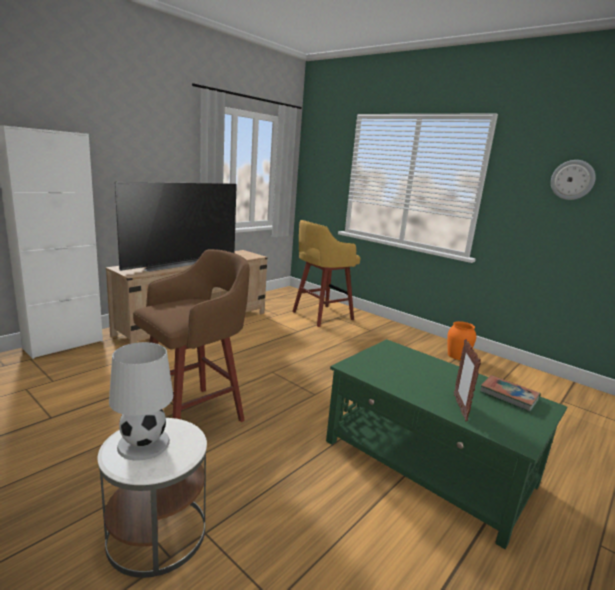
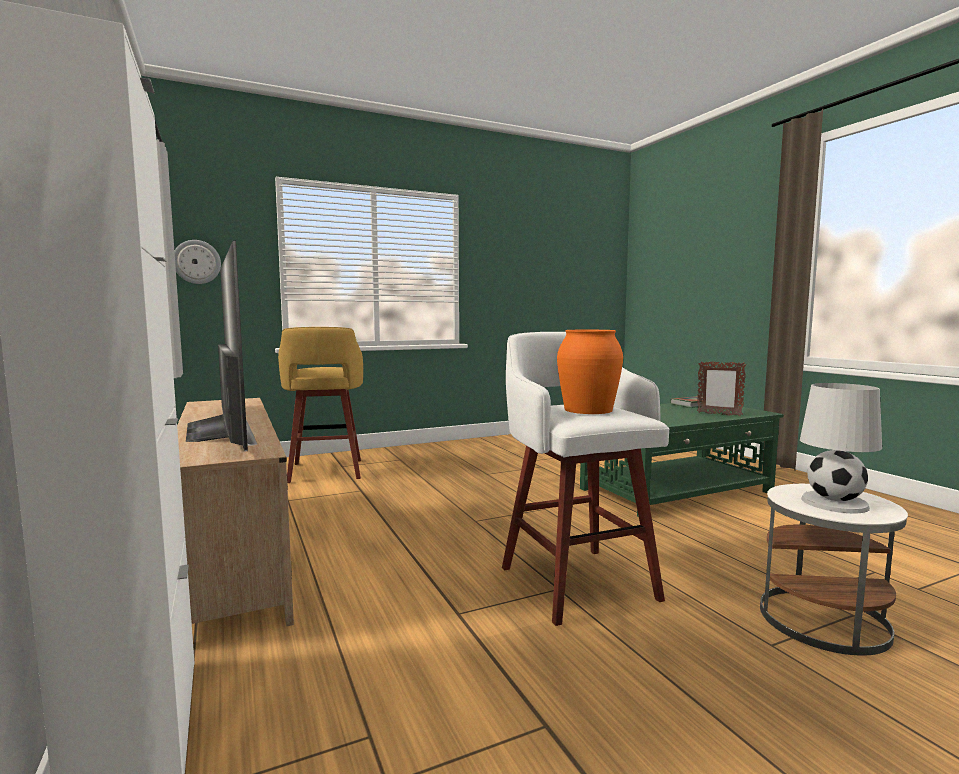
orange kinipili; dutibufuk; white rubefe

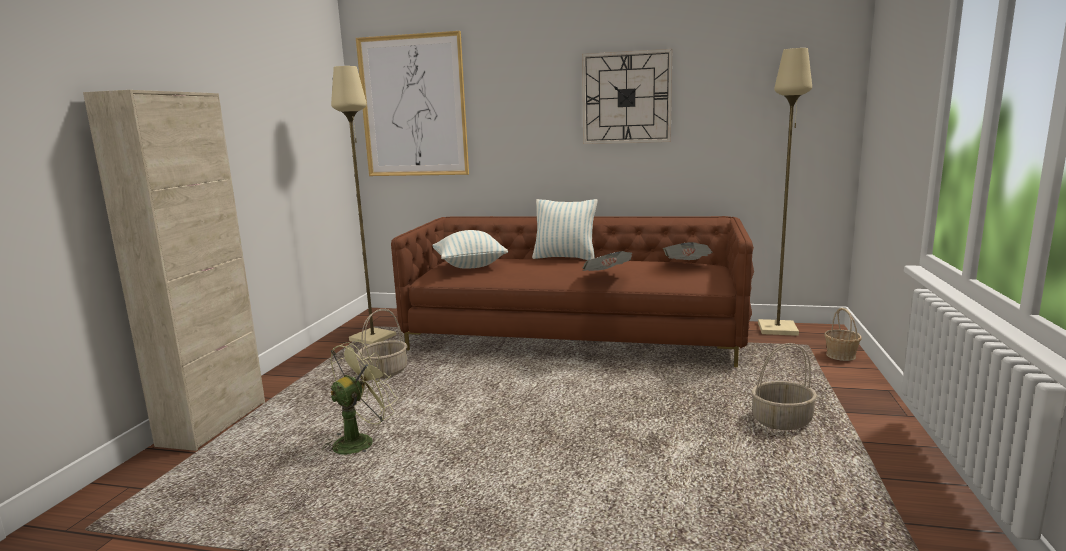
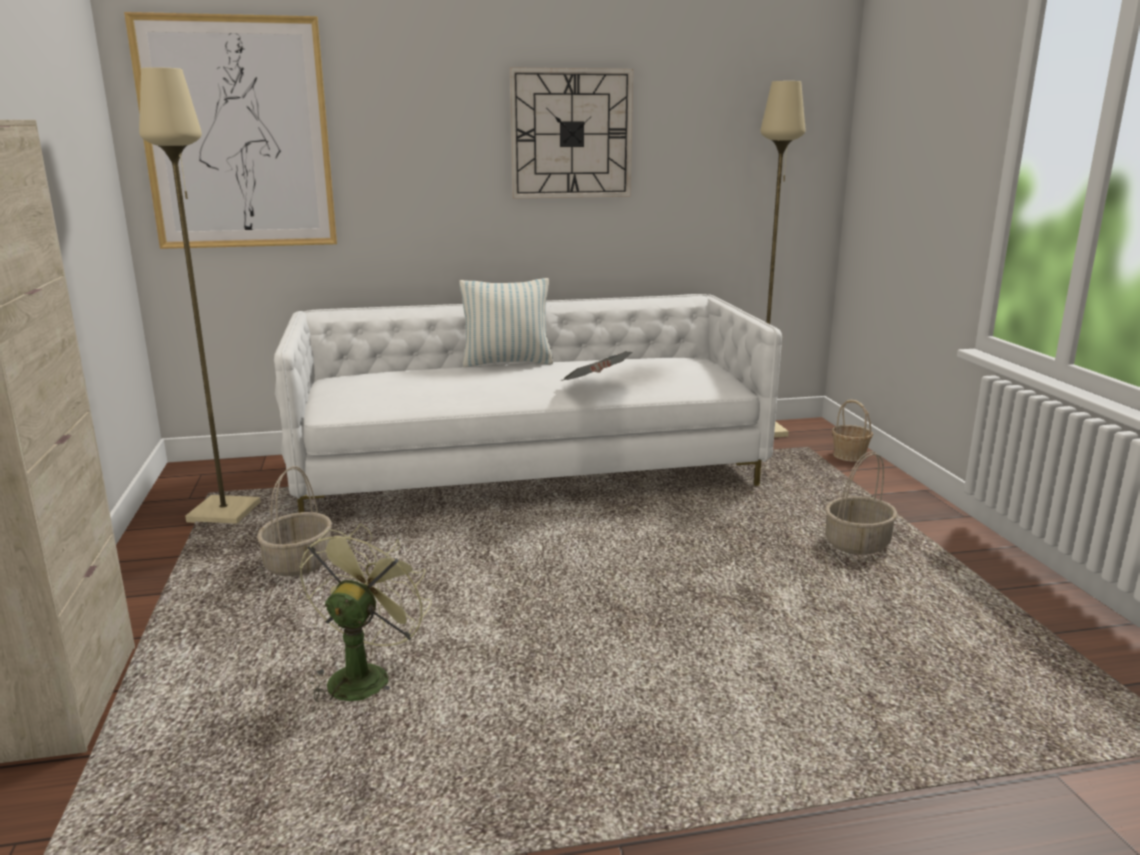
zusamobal (no. 1 from left in the first image); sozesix (no. 2 from left in the first image); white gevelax

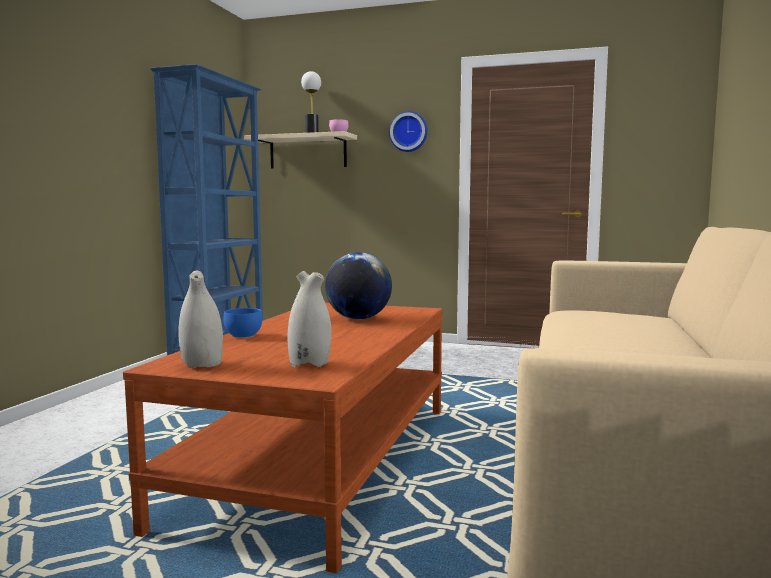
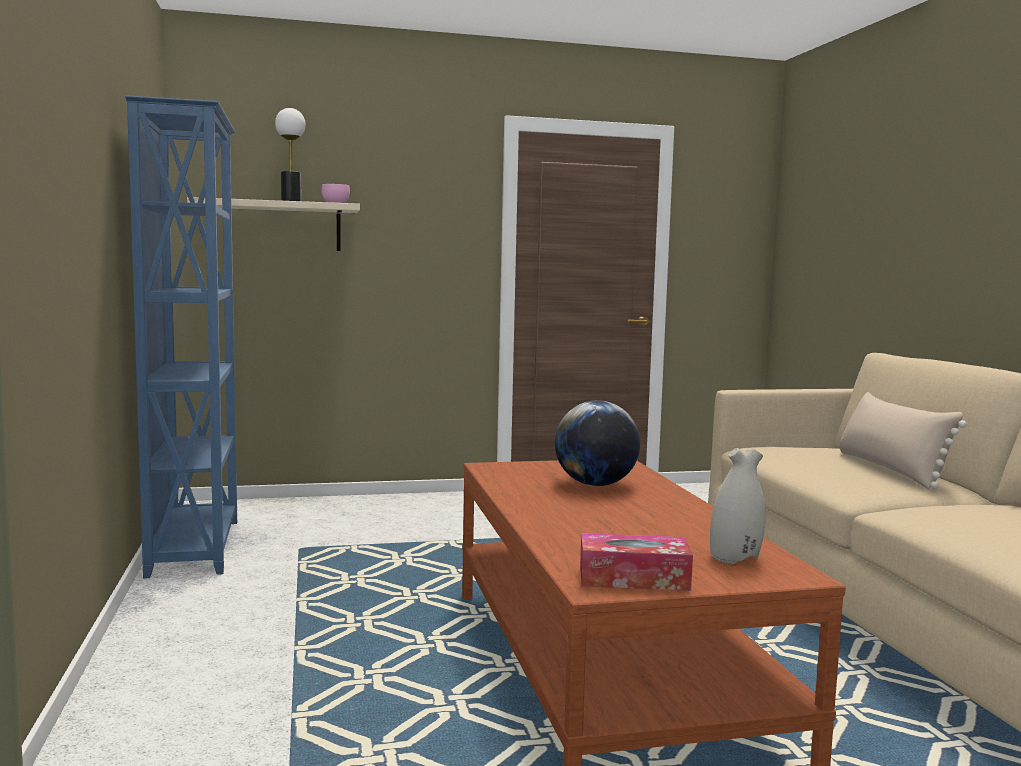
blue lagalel; dutibufuk; beige zusamobal; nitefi

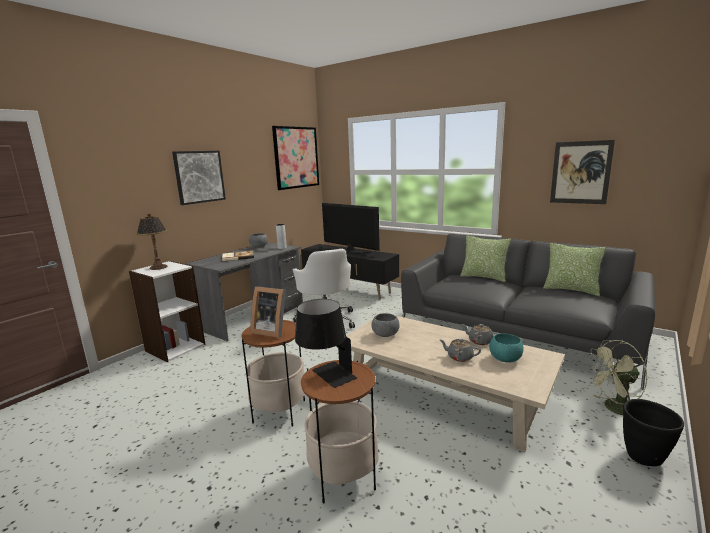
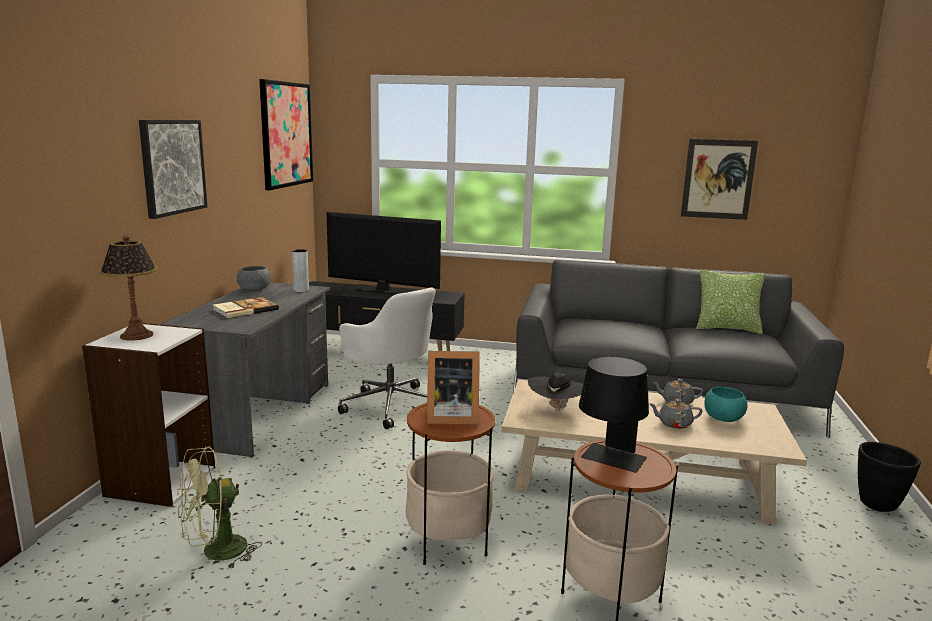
zusamobal (no. 1 from left in the first image); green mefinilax; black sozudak

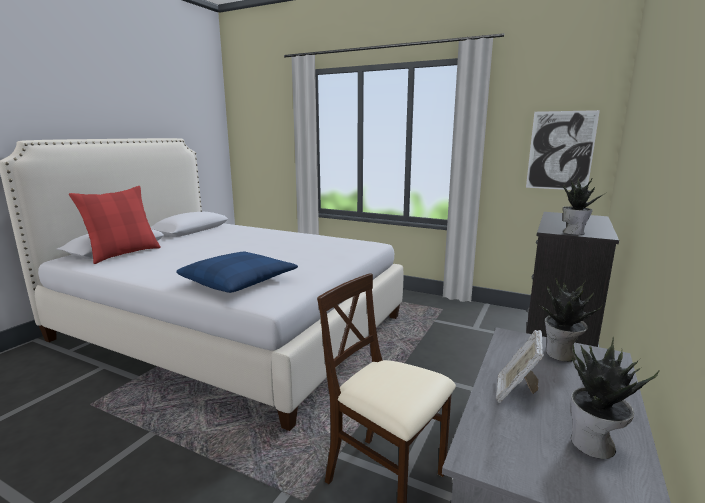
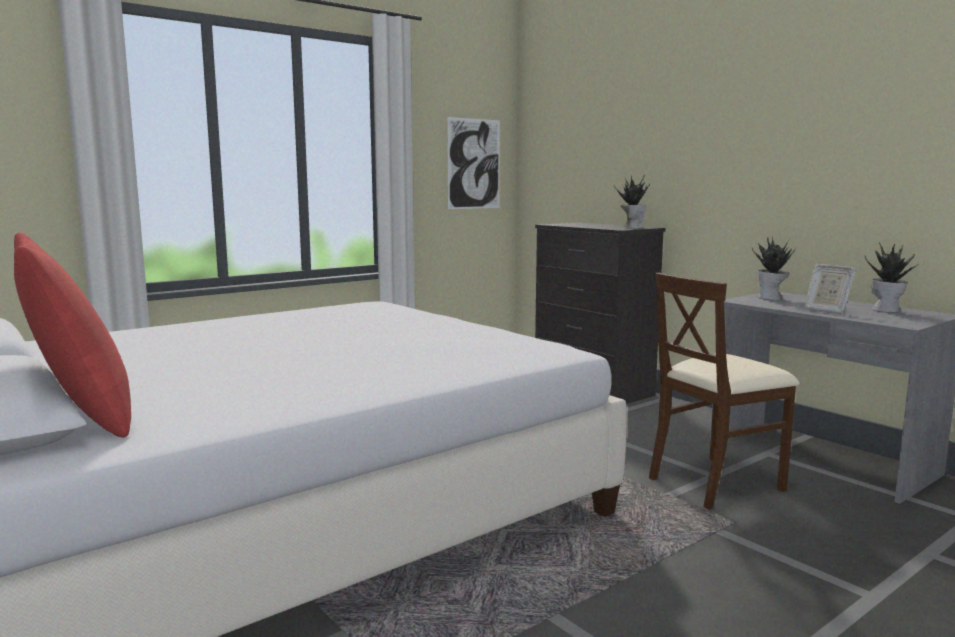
blue zusamobal

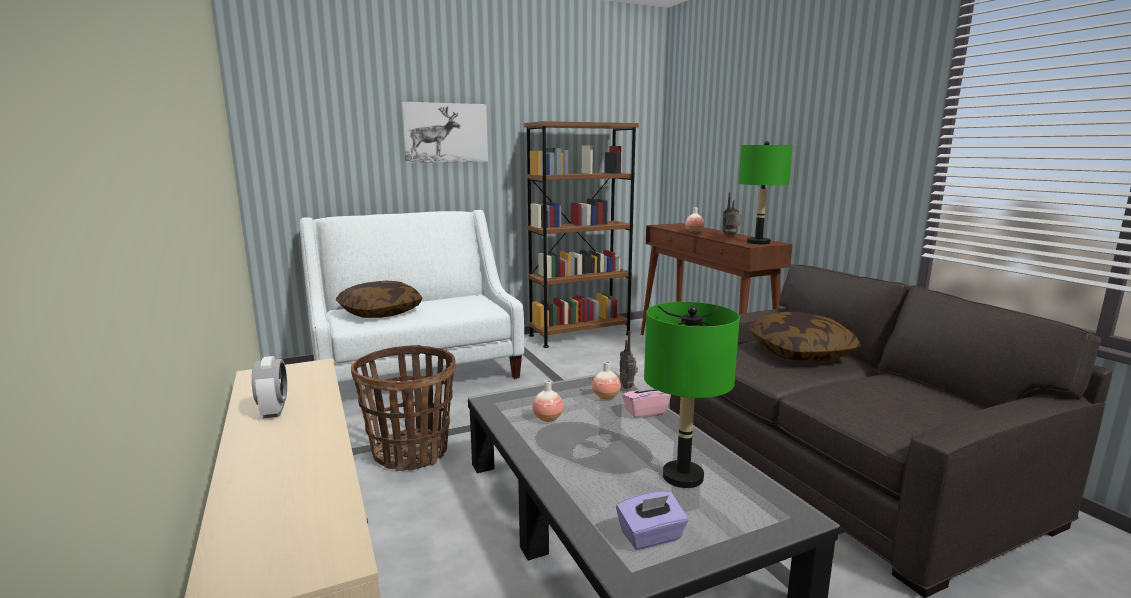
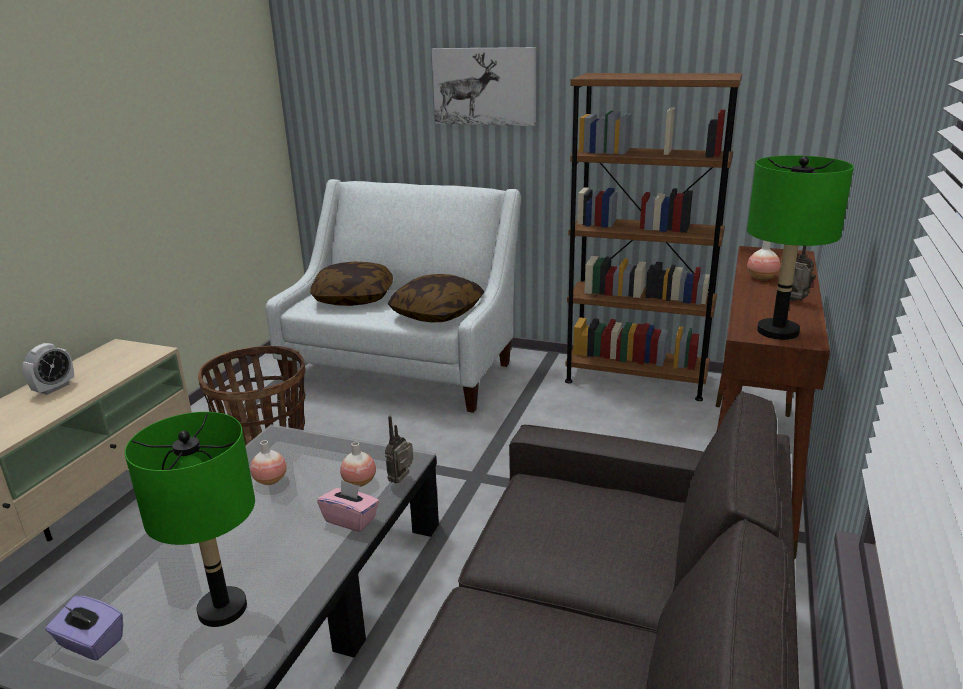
zusamobal (no. 2 from left)

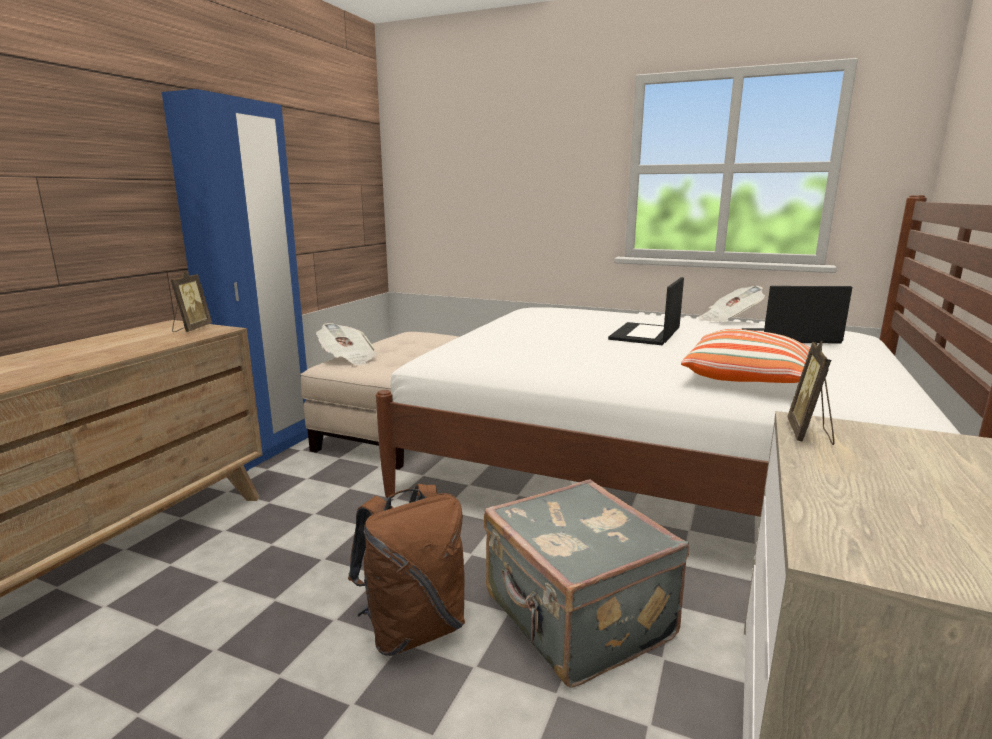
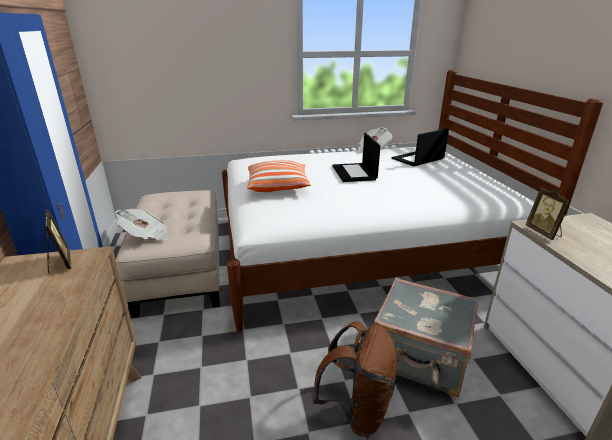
zusamobal

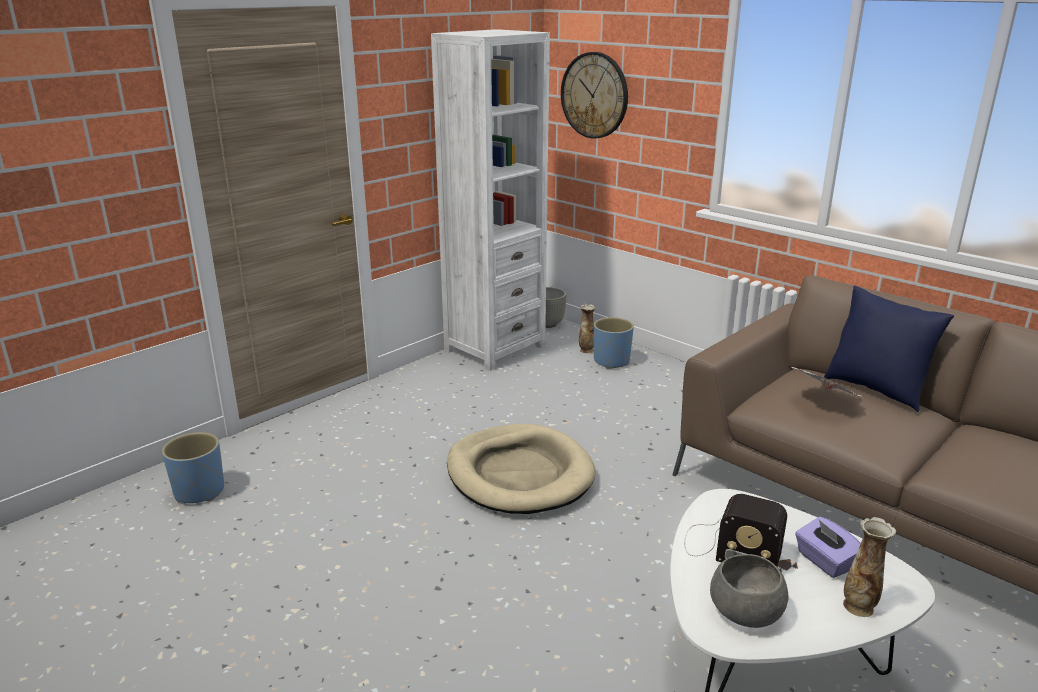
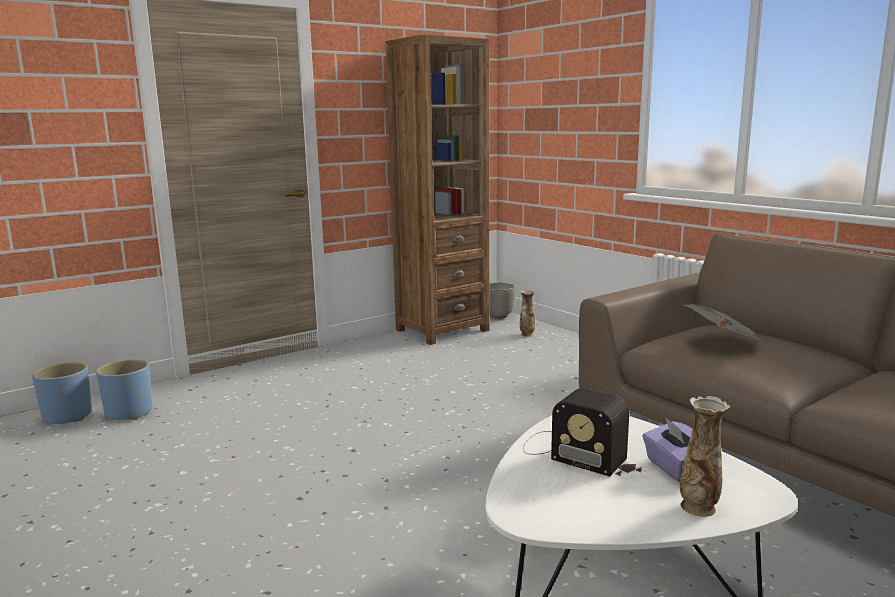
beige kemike; dutibufuk; grey lagalel; blue zusamobal; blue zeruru (no. 1 from left); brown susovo

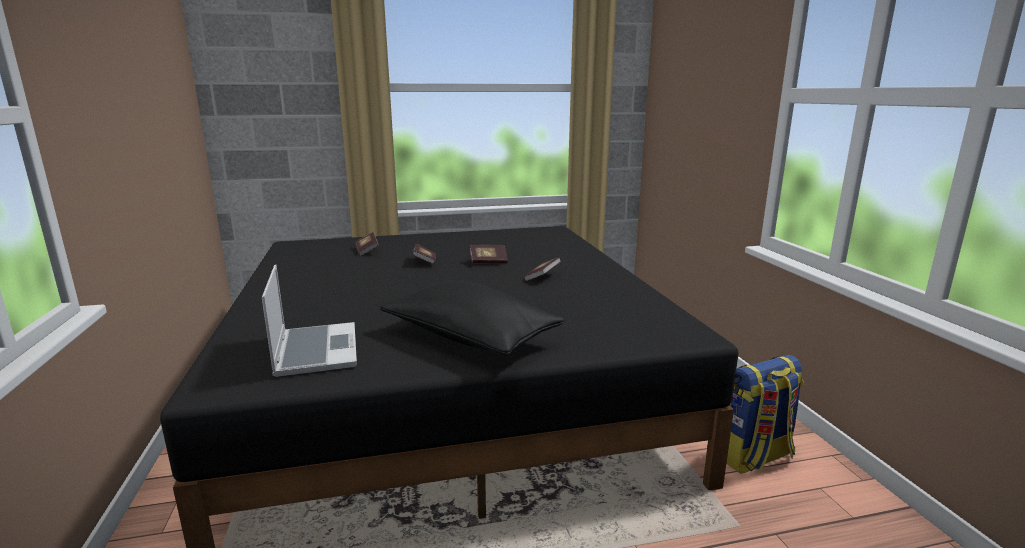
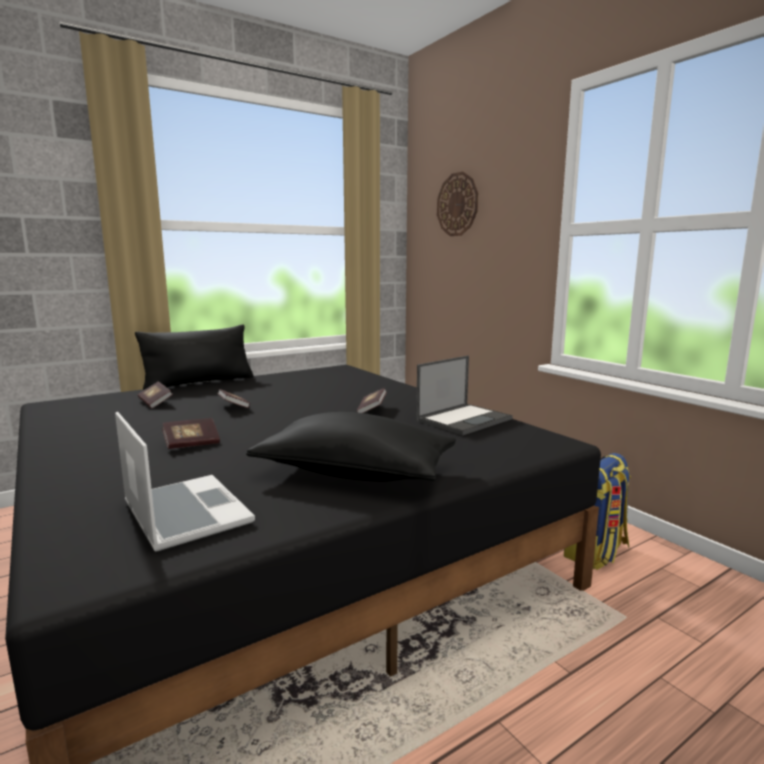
black zusamobal (no. 1 from left); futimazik (no. 2 from left); dutibufuk; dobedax (no. 2 from left)

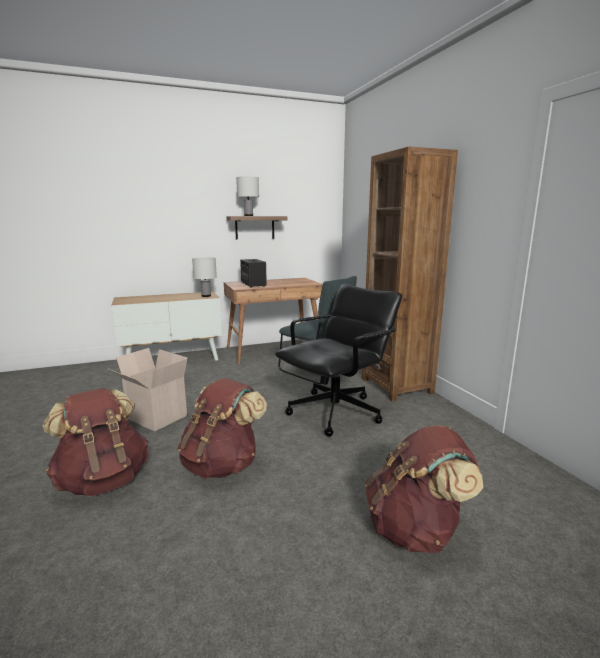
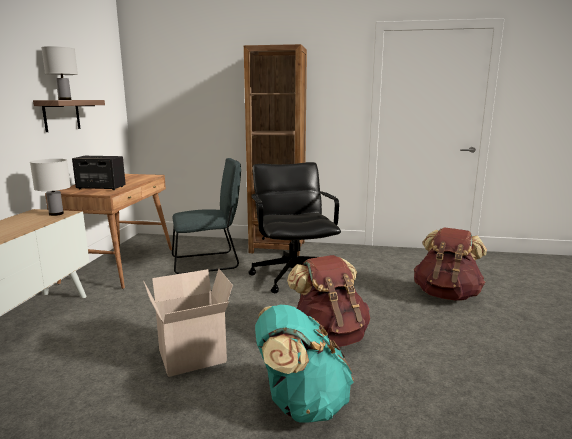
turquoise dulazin

